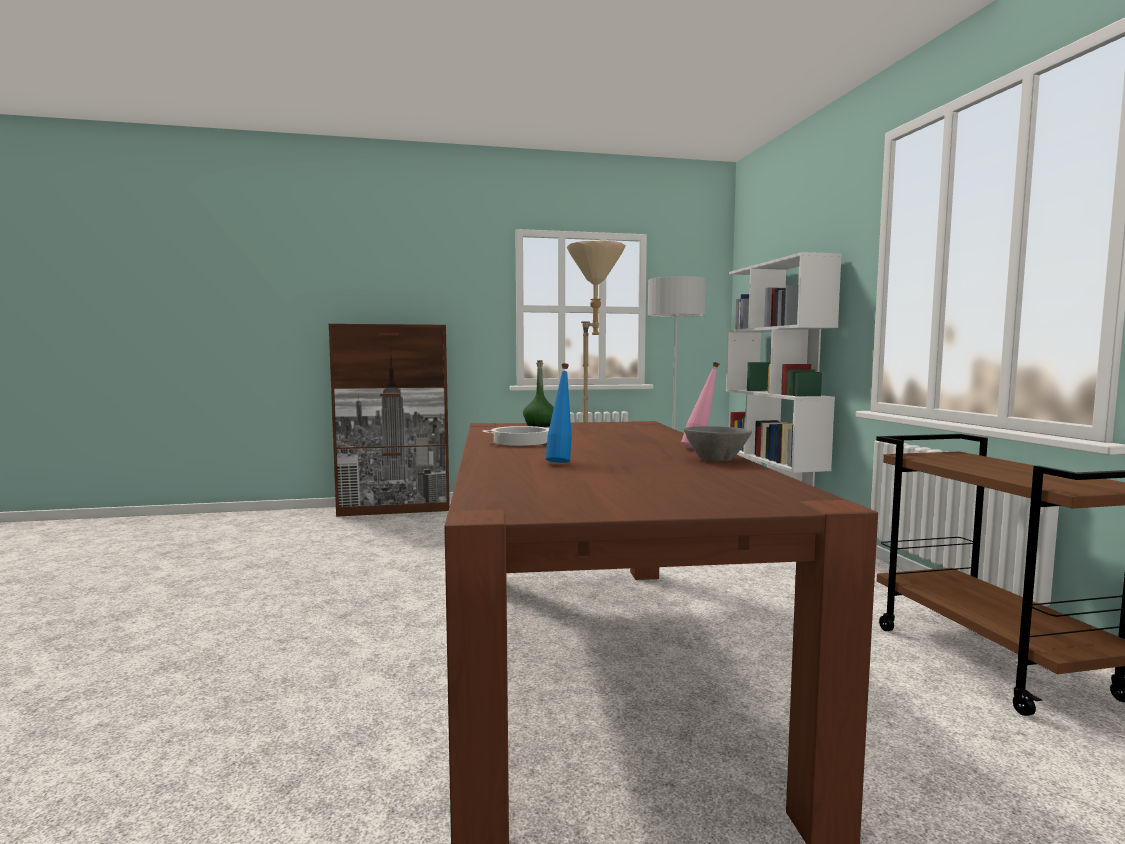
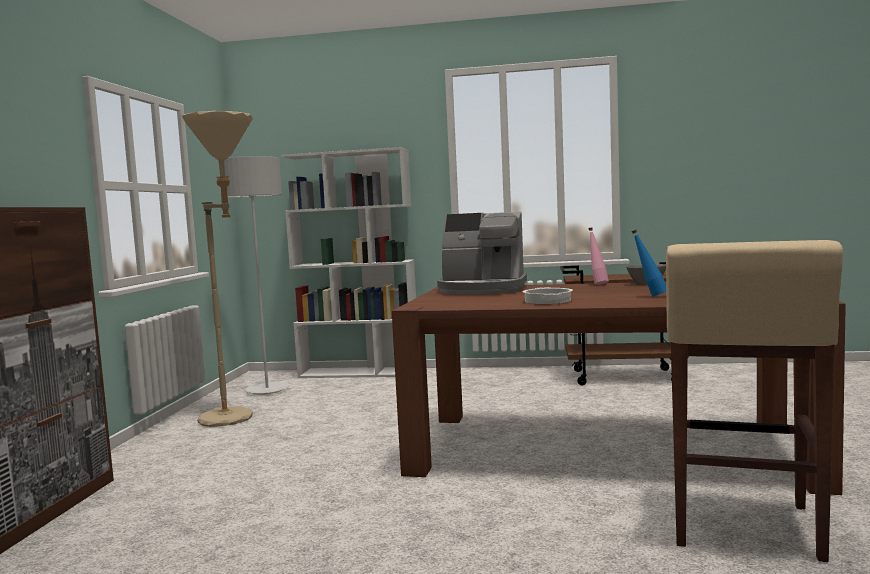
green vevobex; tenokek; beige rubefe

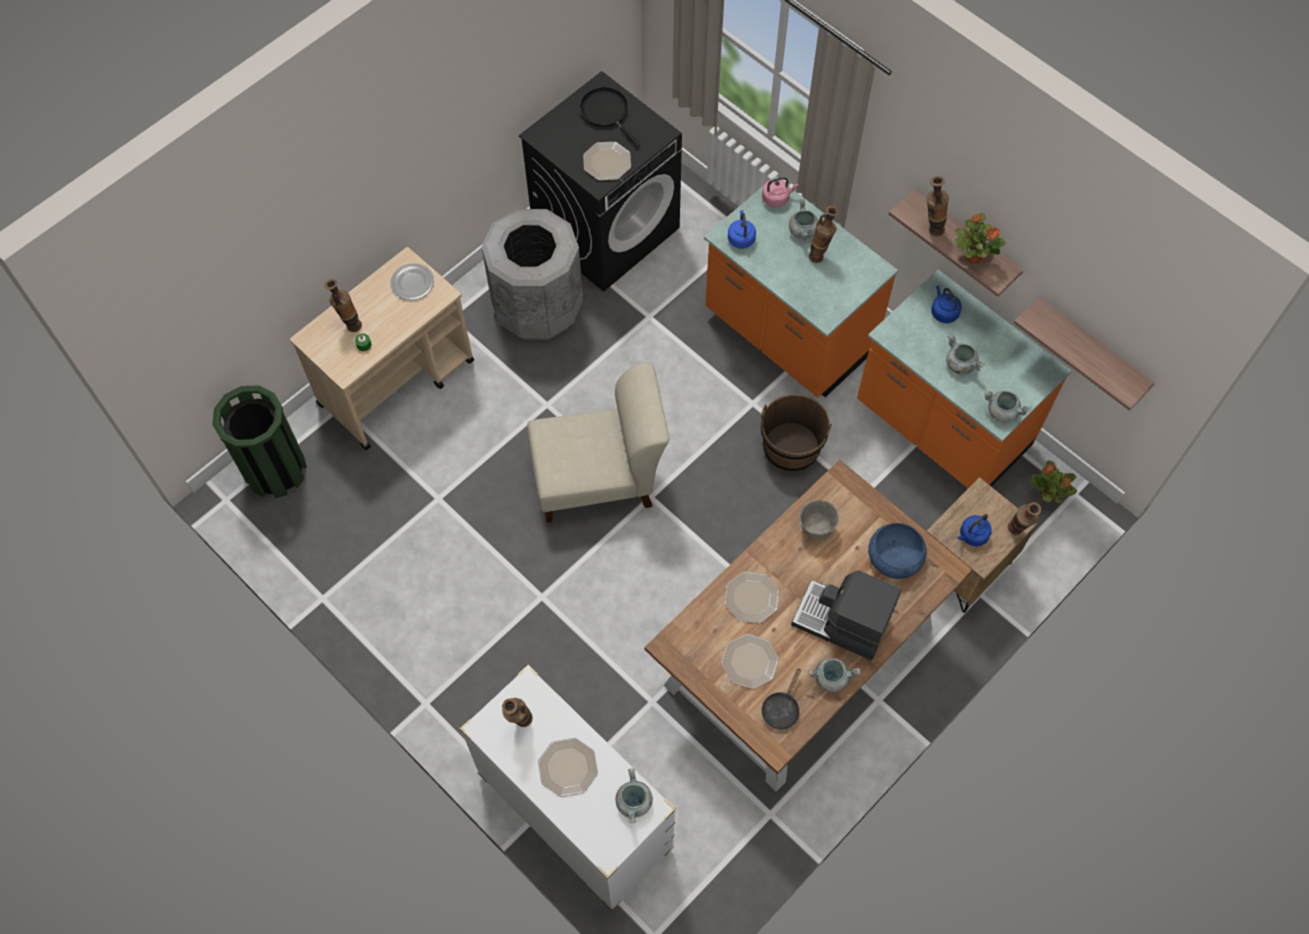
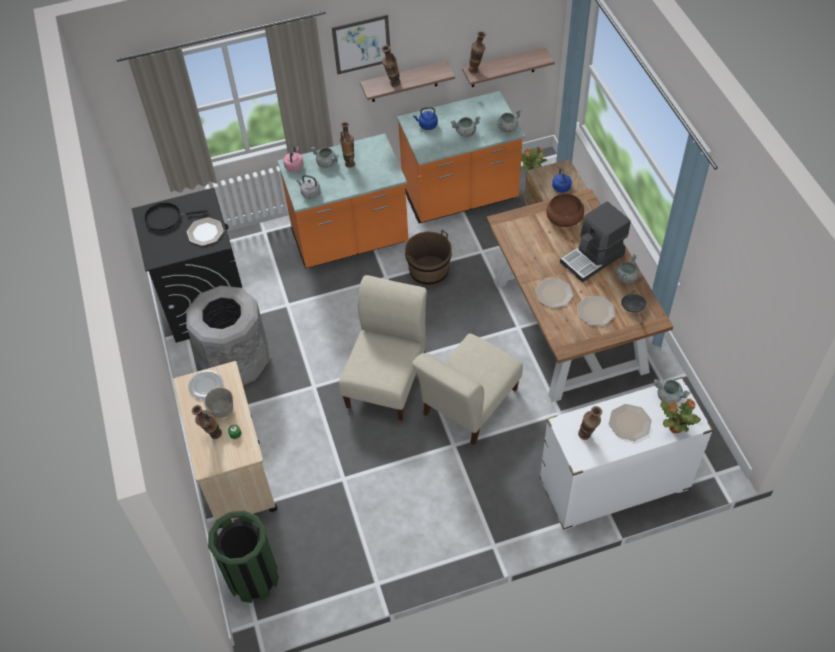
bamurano; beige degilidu (no. 2 from left); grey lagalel; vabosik (no. 2 from left); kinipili (no. 4 from left); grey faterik; brown lagalel; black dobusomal (no. 2 from left)

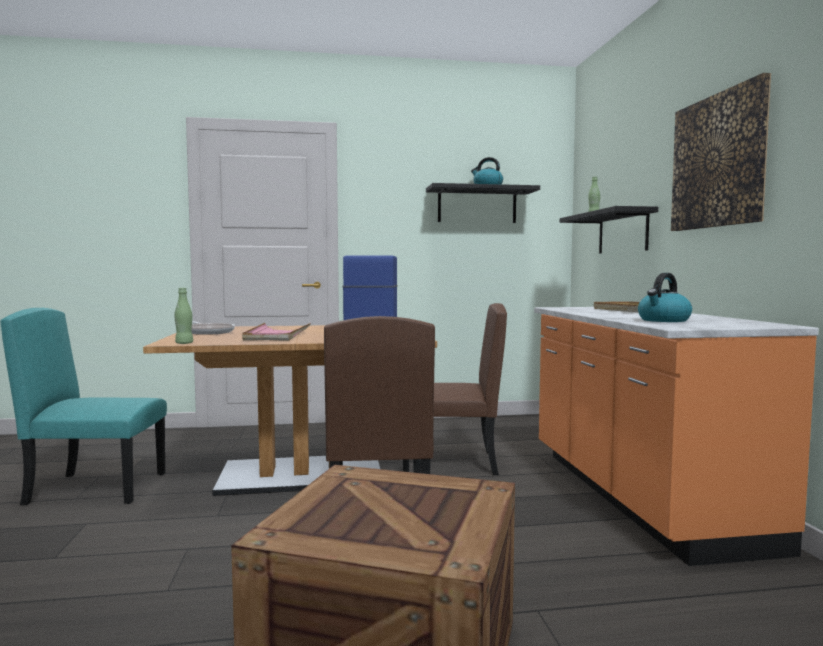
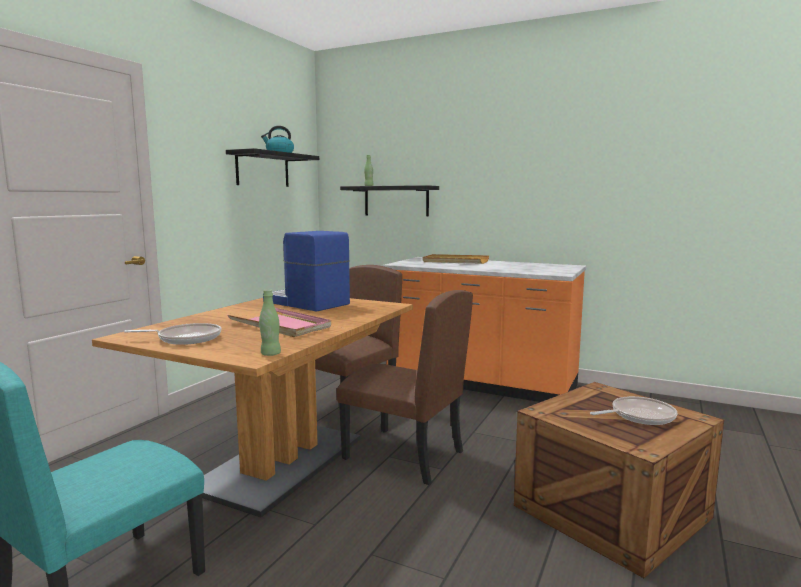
faterik (no. 2 from left in the first image); bamurano; dobusomal (no. 2 from left)

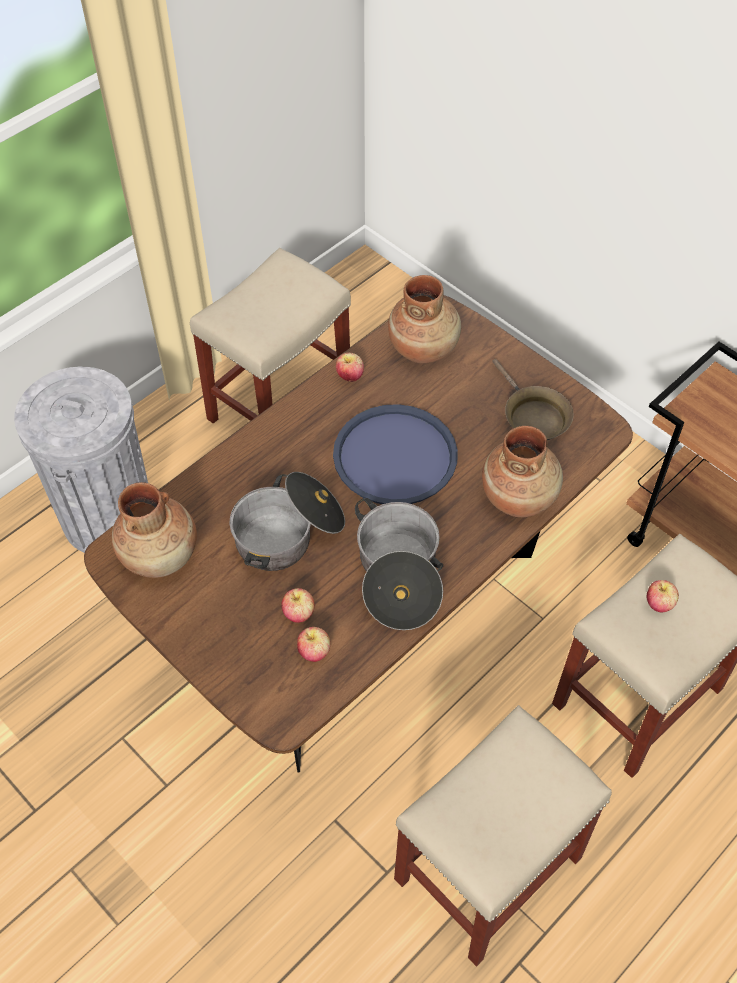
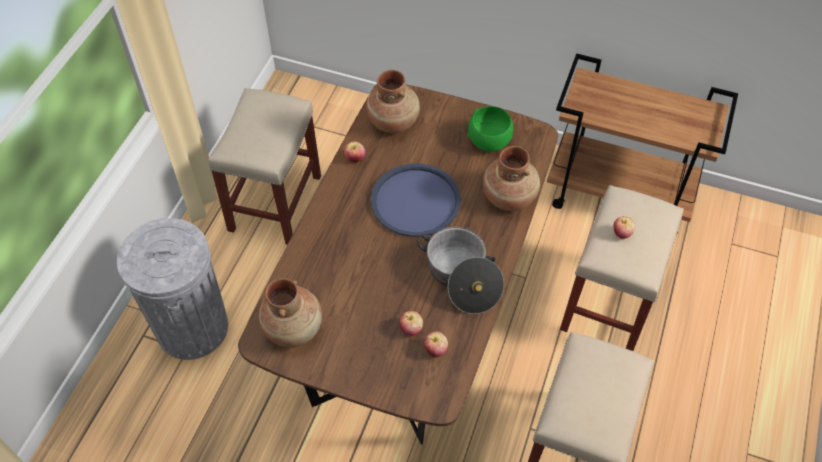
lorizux (no. 1 from left in the first image); green lagalel

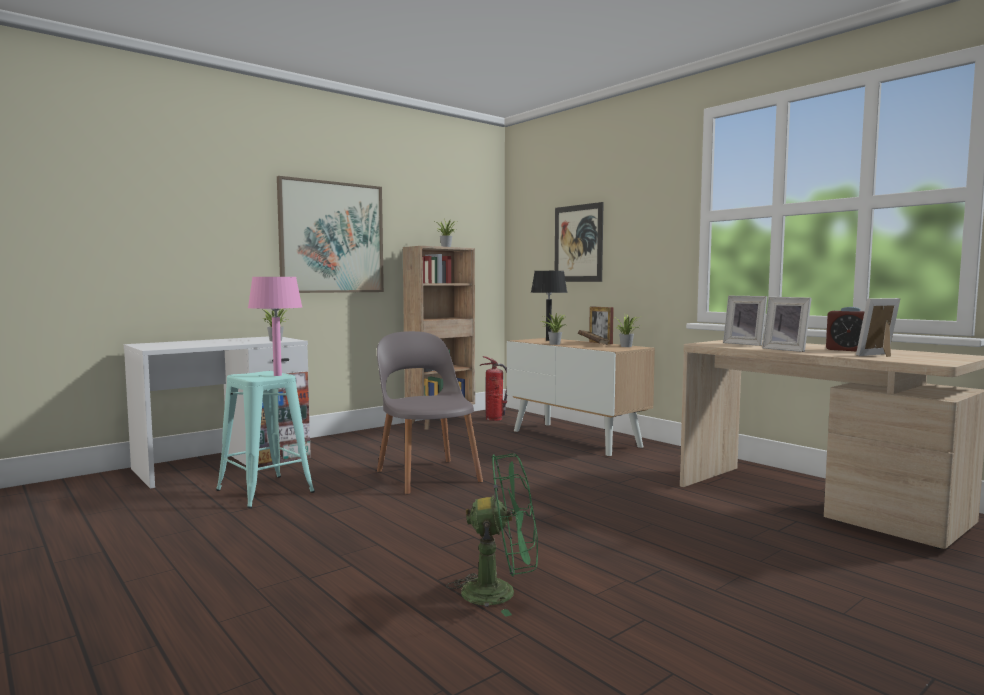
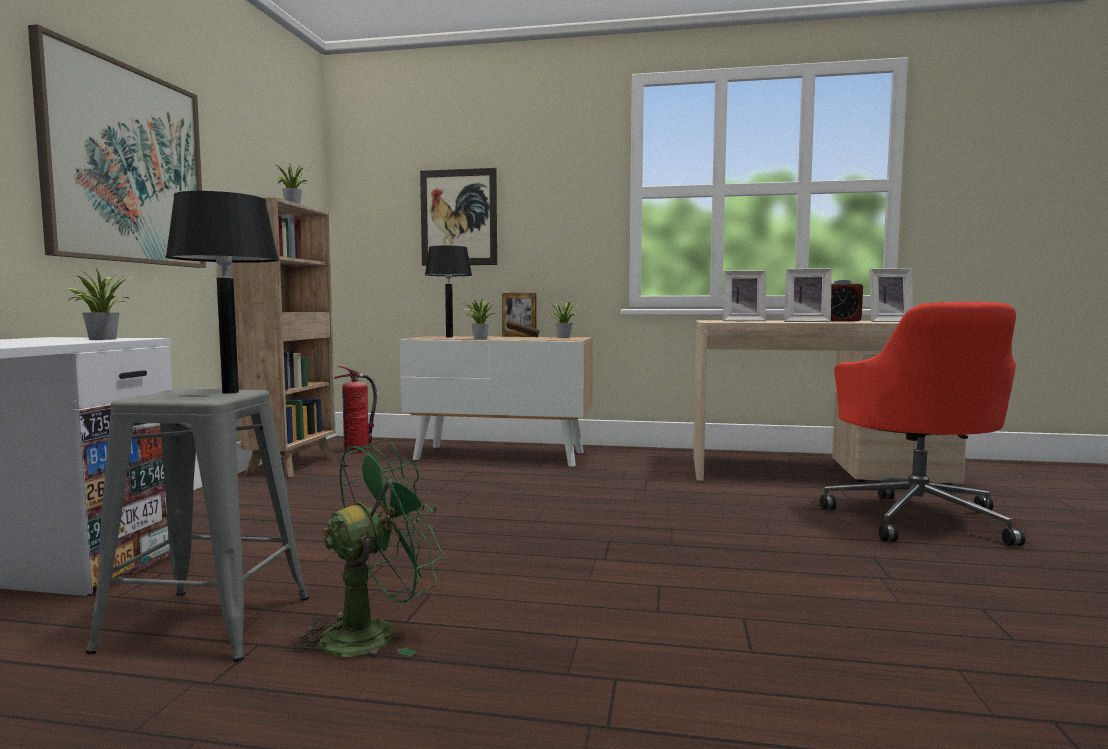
grey degilidu; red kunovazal; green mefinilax; grey rubefe; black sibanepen (no. 1 from left); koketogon (no. 4 from left)

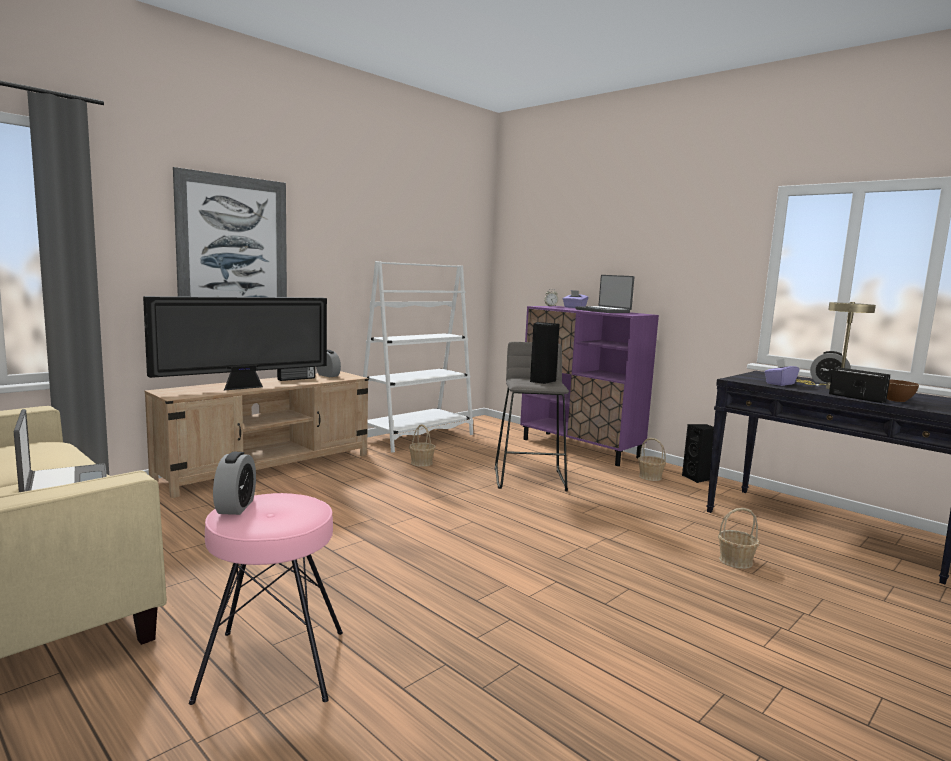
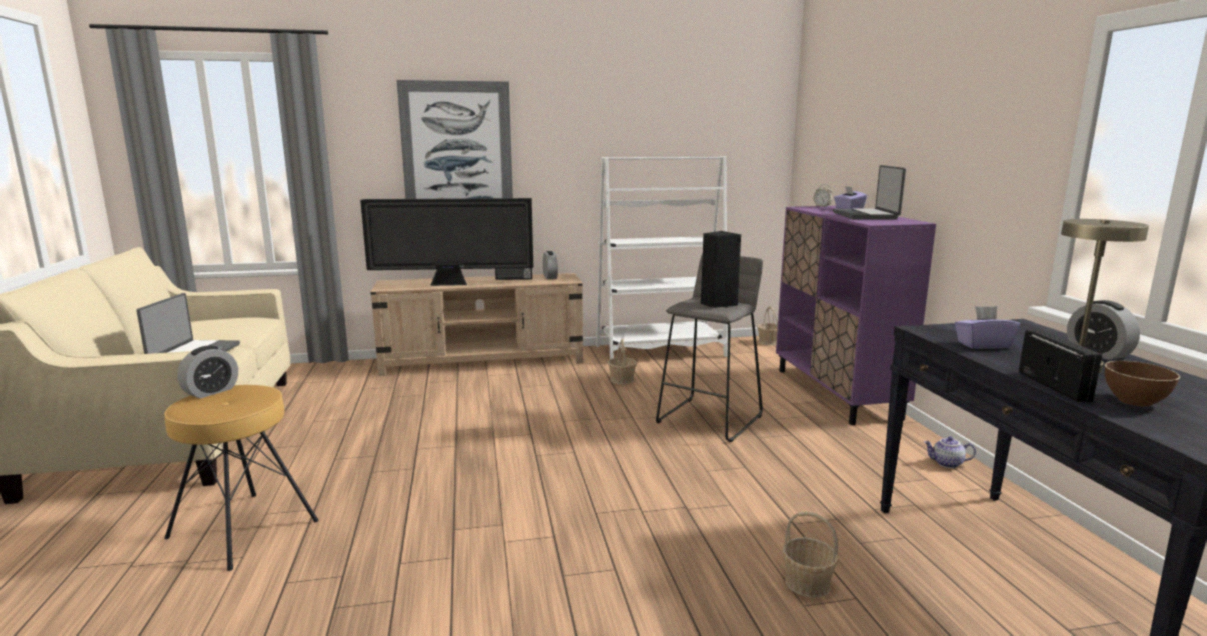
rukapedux (no. 2 from left); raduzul; brown rubefe

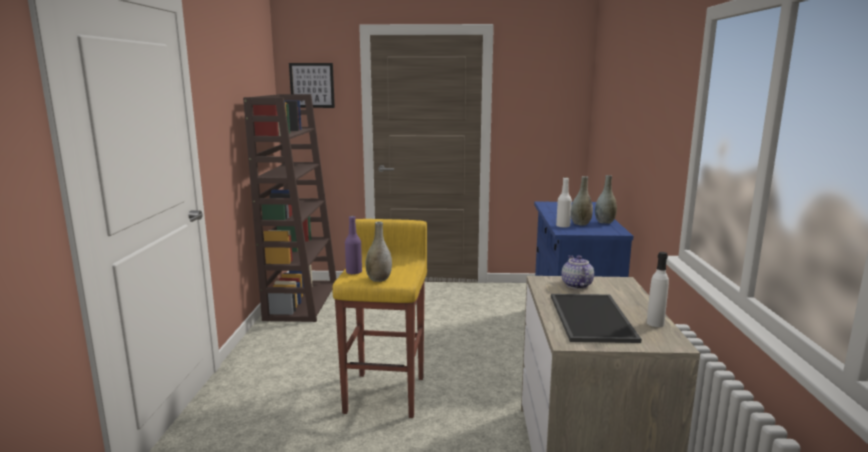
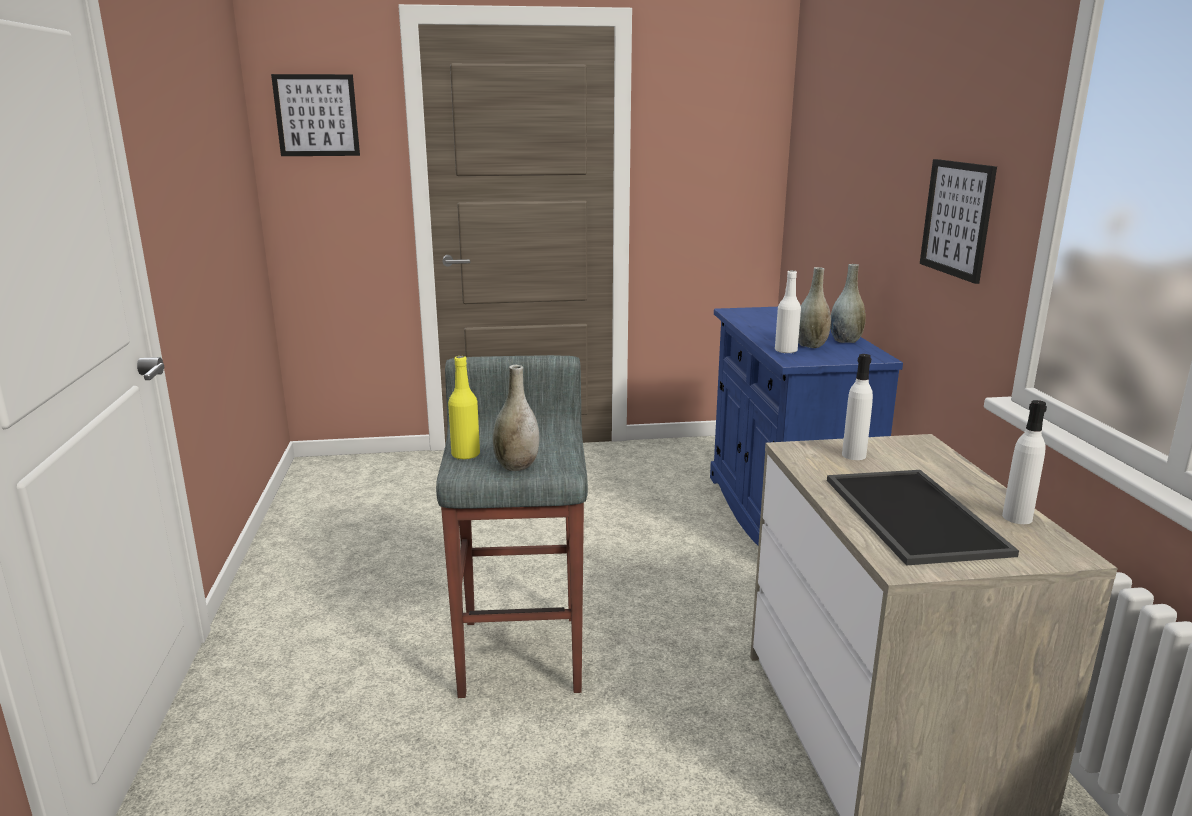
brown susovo; bamurano (no. 2 from left); white vevobex (no. 2 from left); grey rubefe; yellow vevobex

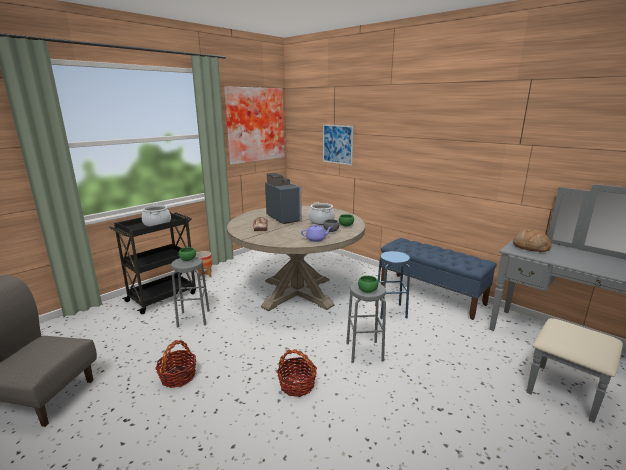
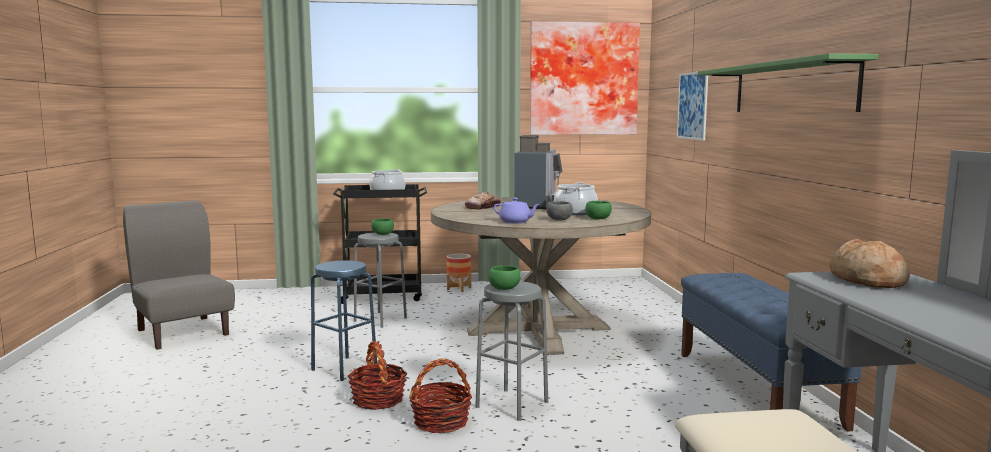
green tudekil; rukapedux (no. 2 from left); blue rubefe

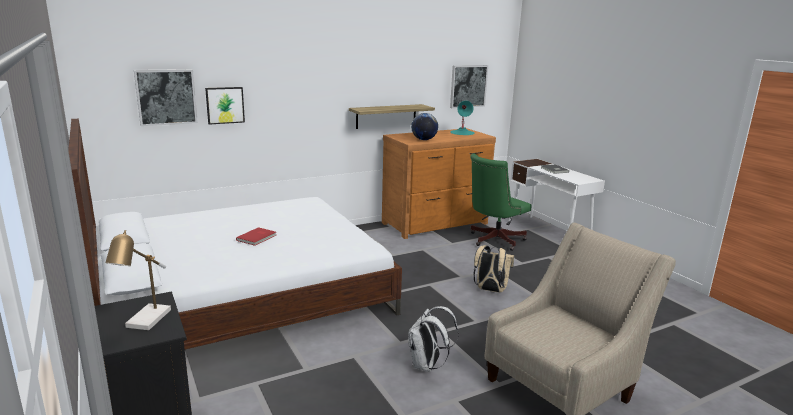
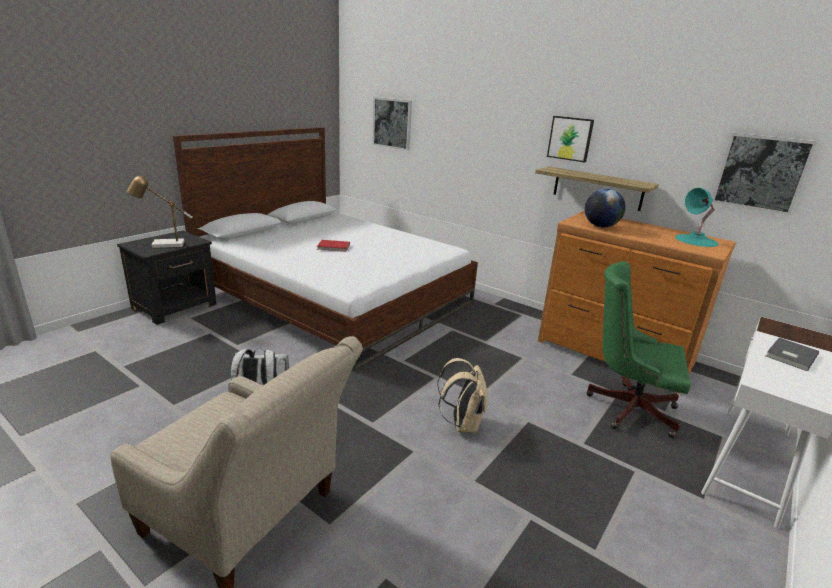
bamurano (no. 2 from left)

